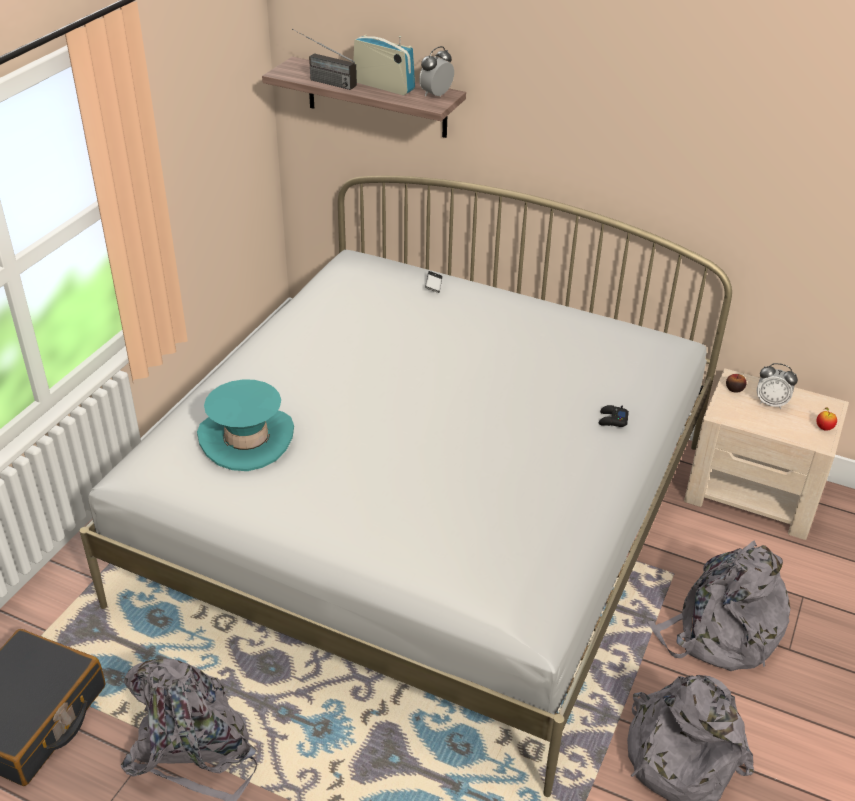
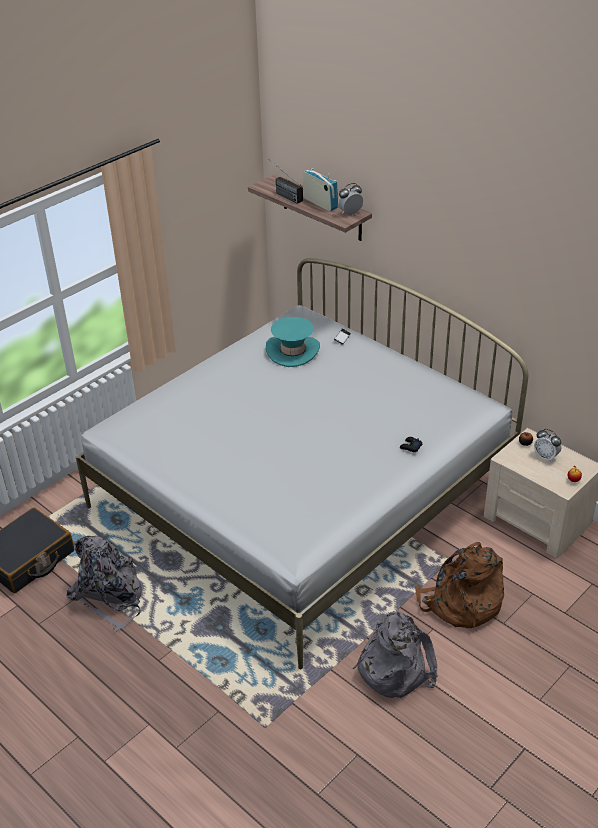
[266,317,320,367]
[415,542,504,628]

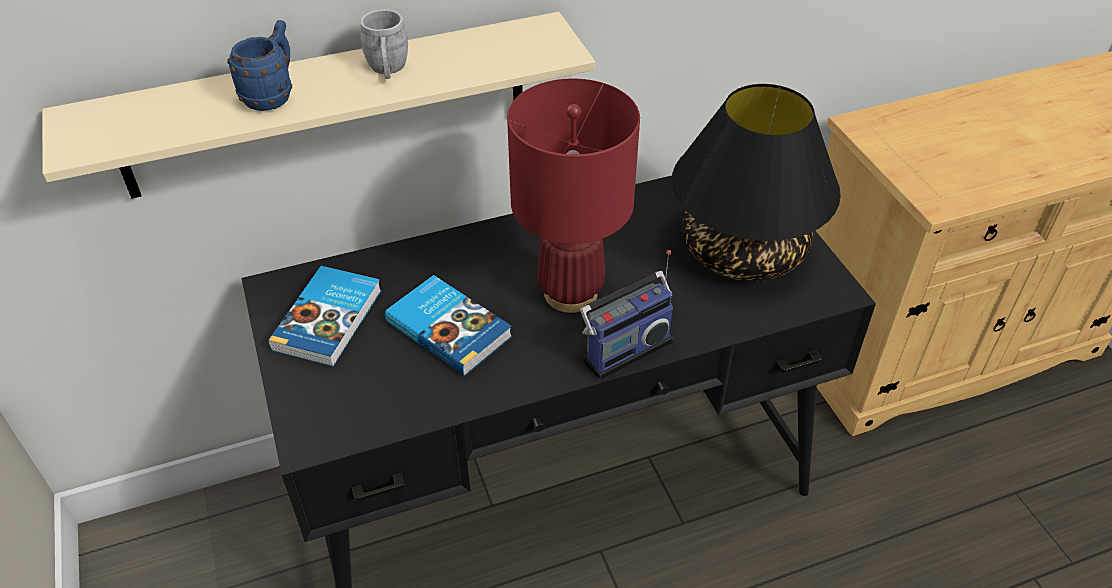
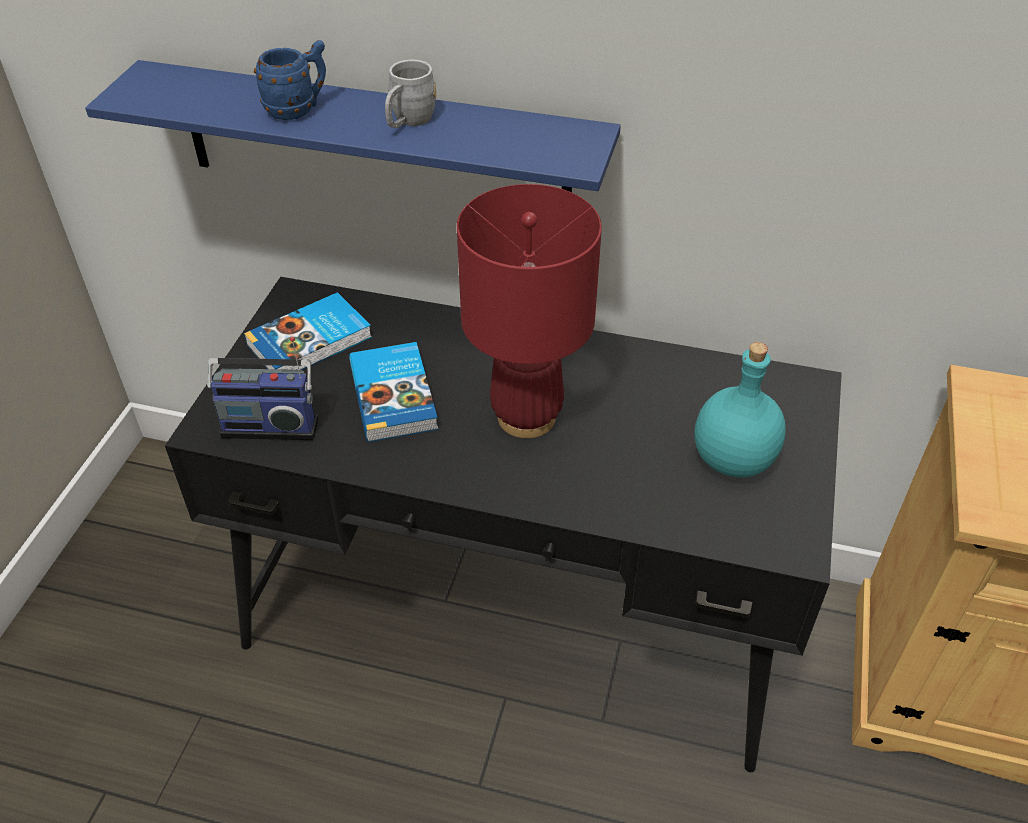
[85,60,621,192]
[207,337,318,440]
[694,342,786,478]

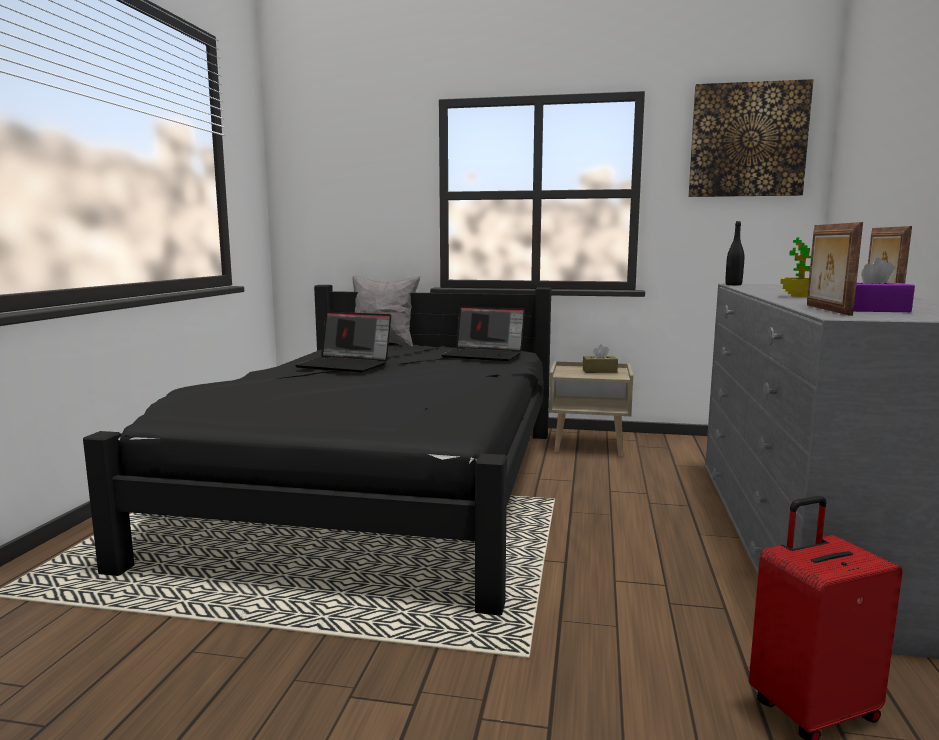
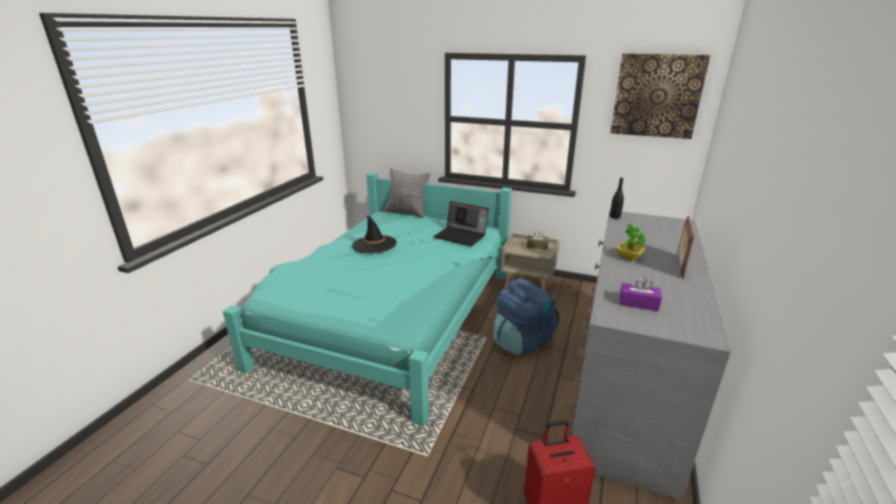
[223,172,512,426]
[352,216,397,253]
[807,222,863,316] (first image)
[493,279,559,356]

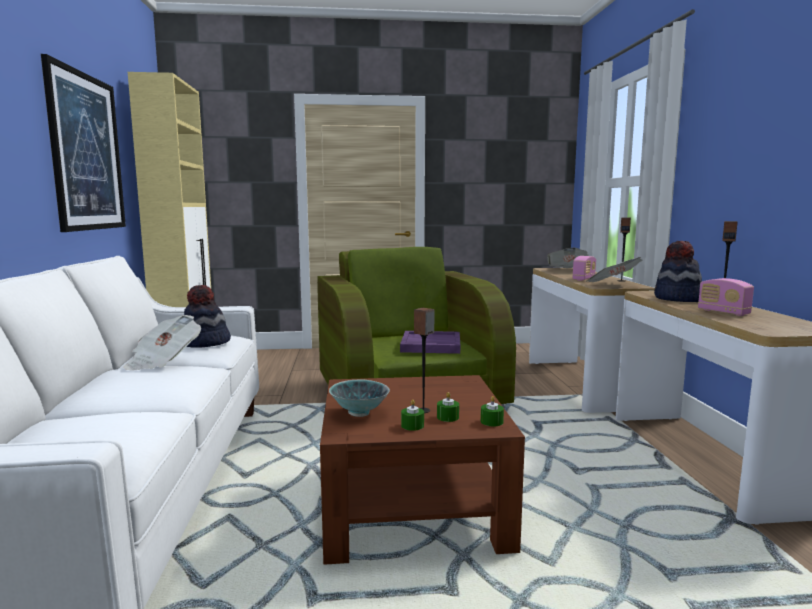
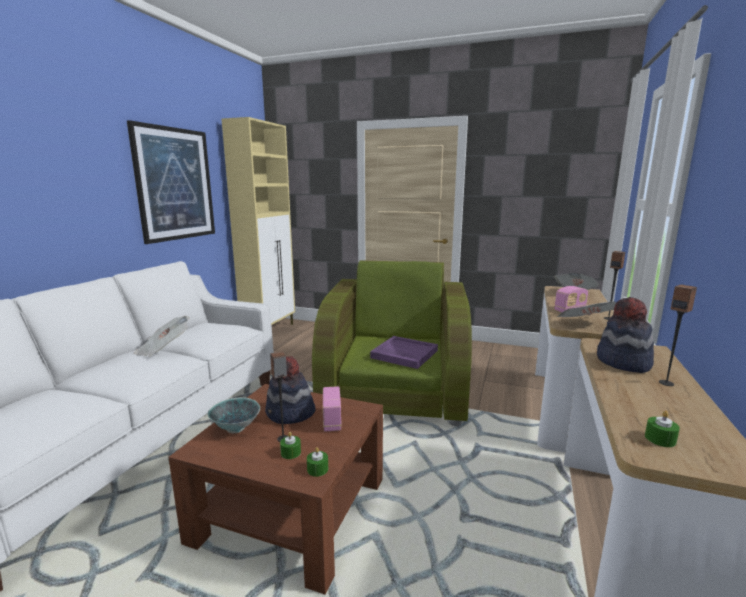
[265,356,316,424]
[645,411,680,447]
[322,386,342,431]

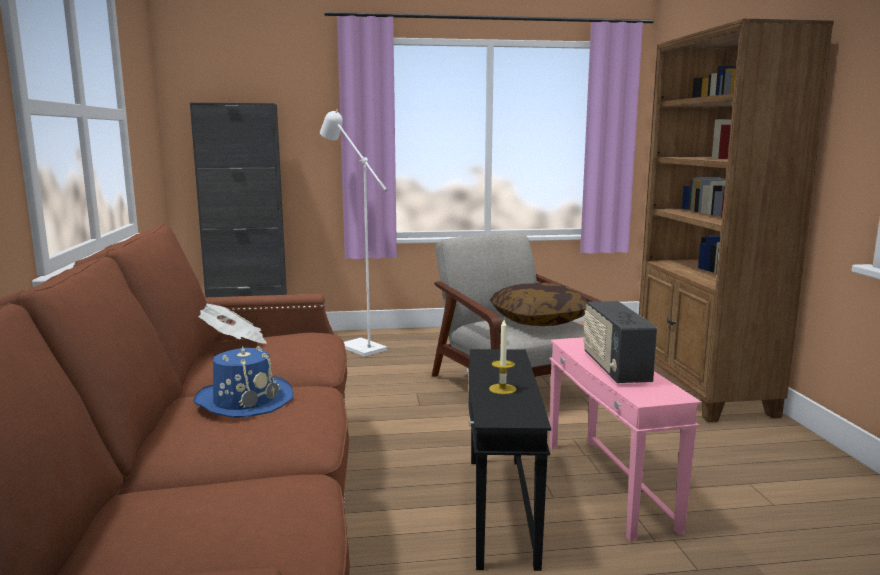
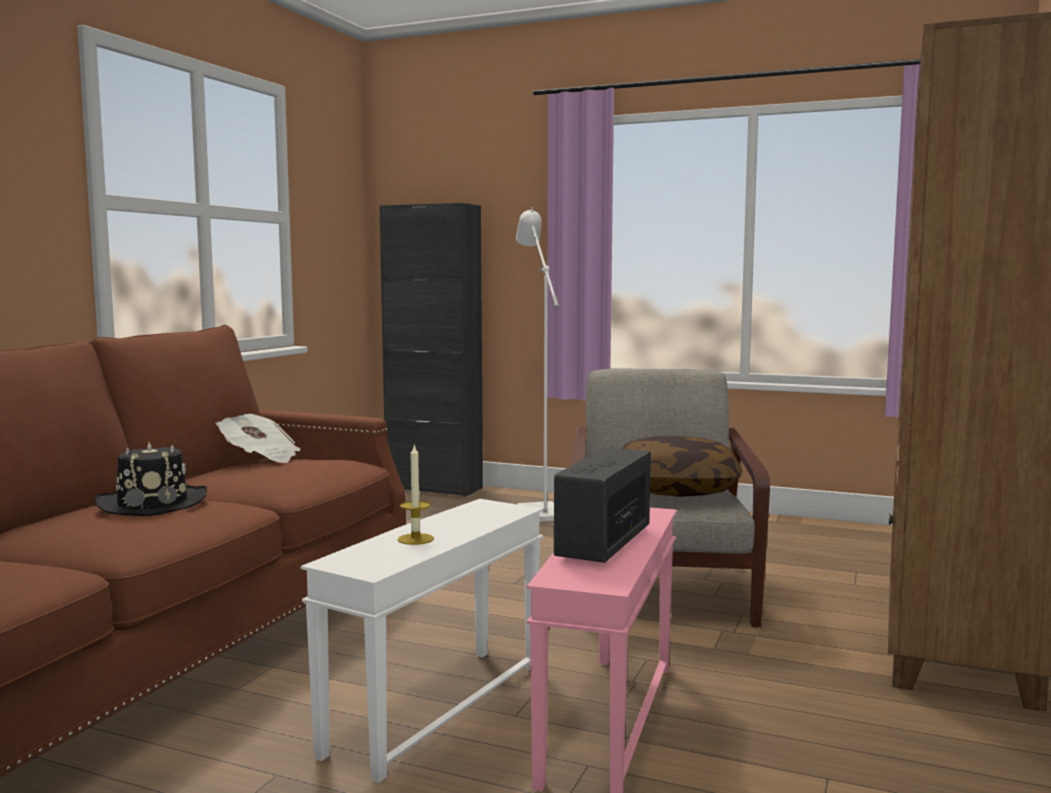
[95,442,207,516]
[301,499,543,783]

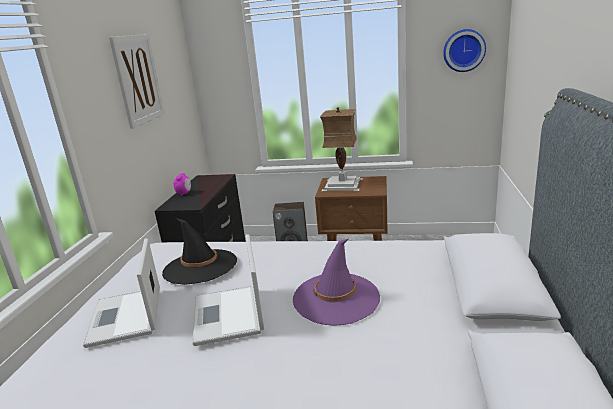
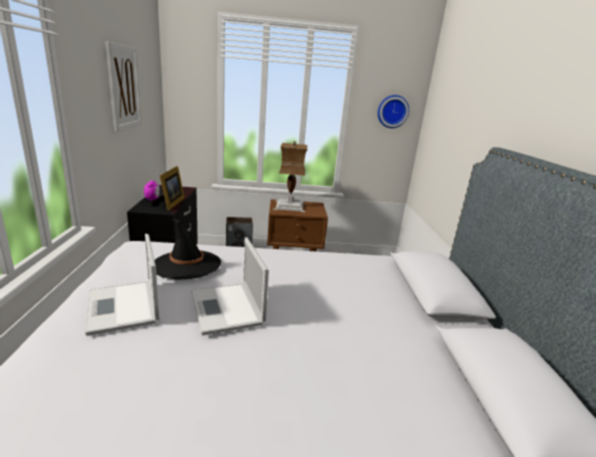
[293,238,380,326] (first image)
[152,166,185,211]

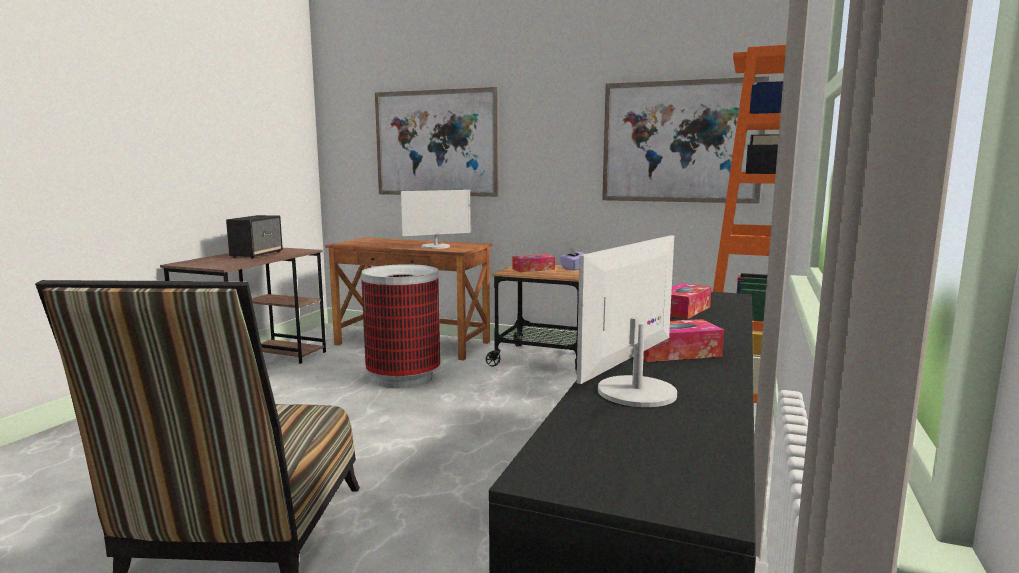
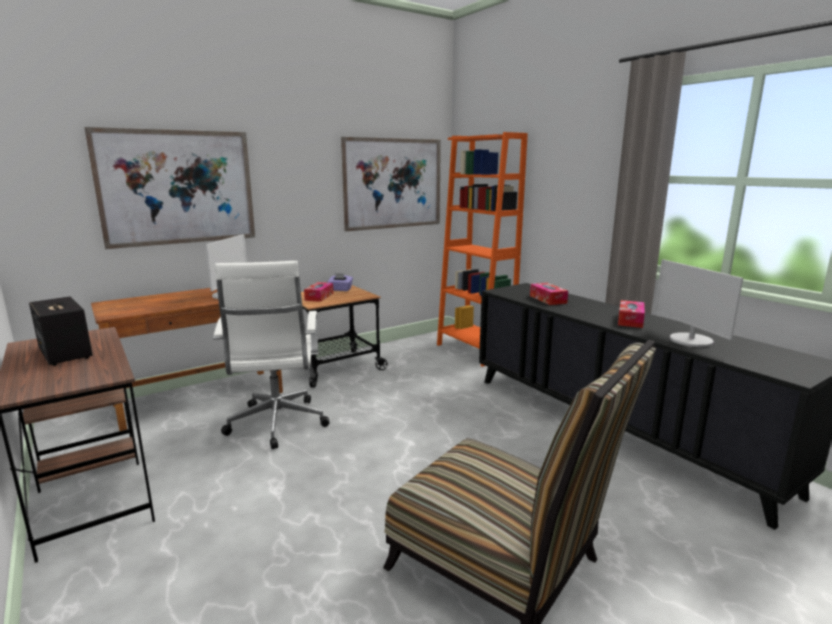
[213,261,329,449]

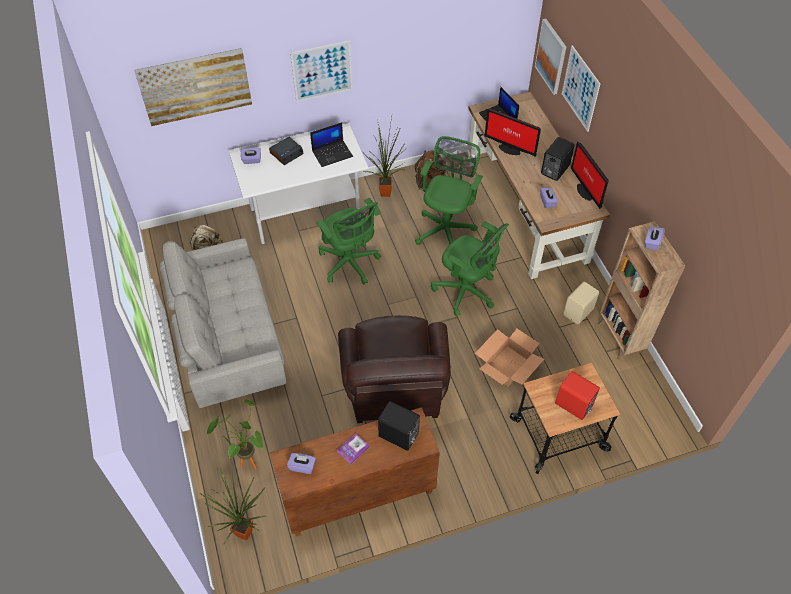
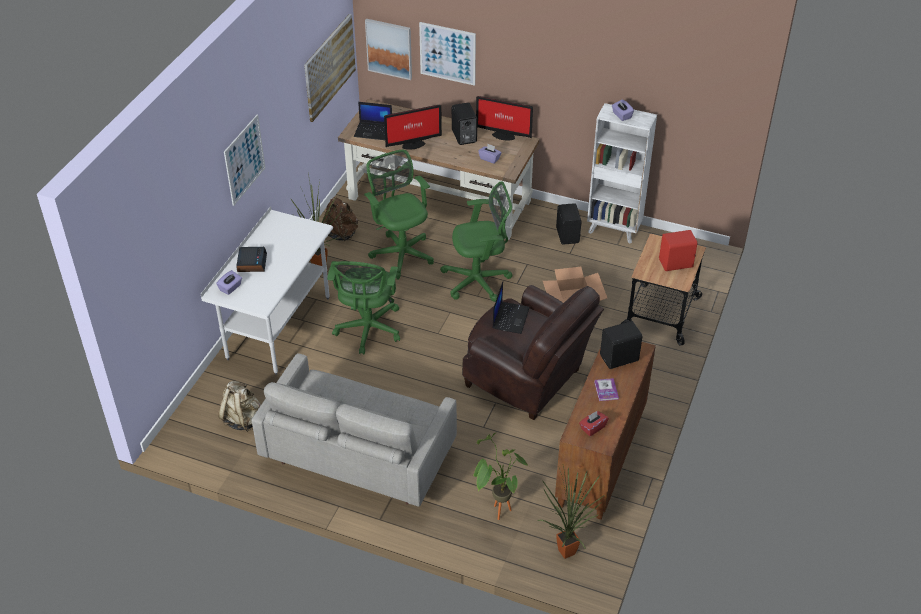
[304,14,356,122]
[579,411,609,436]
[492,282,530,334]
[327,261,400,355]
[556,203,582,245]
[587,103,657,244]

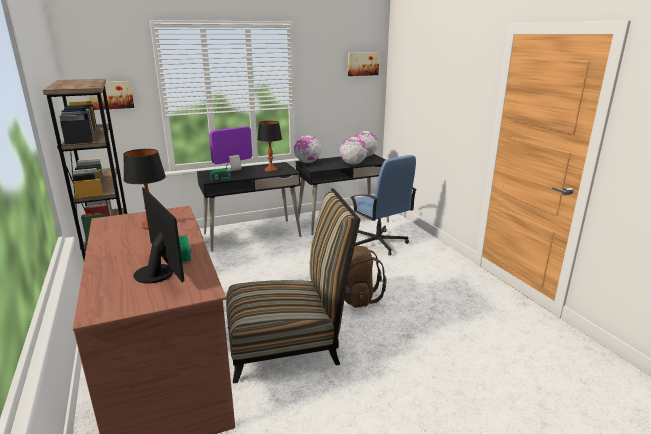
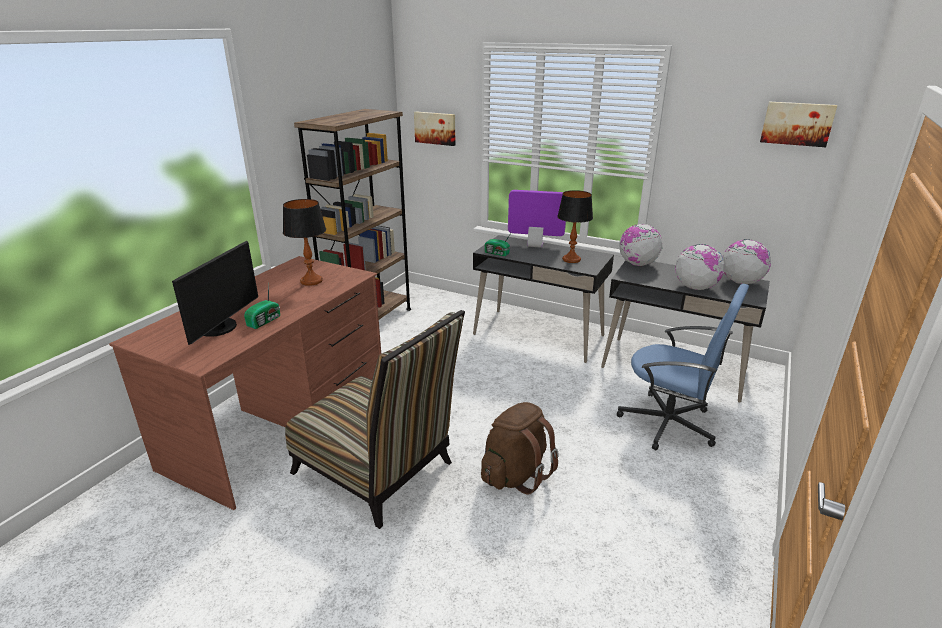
[617,284,749,450]

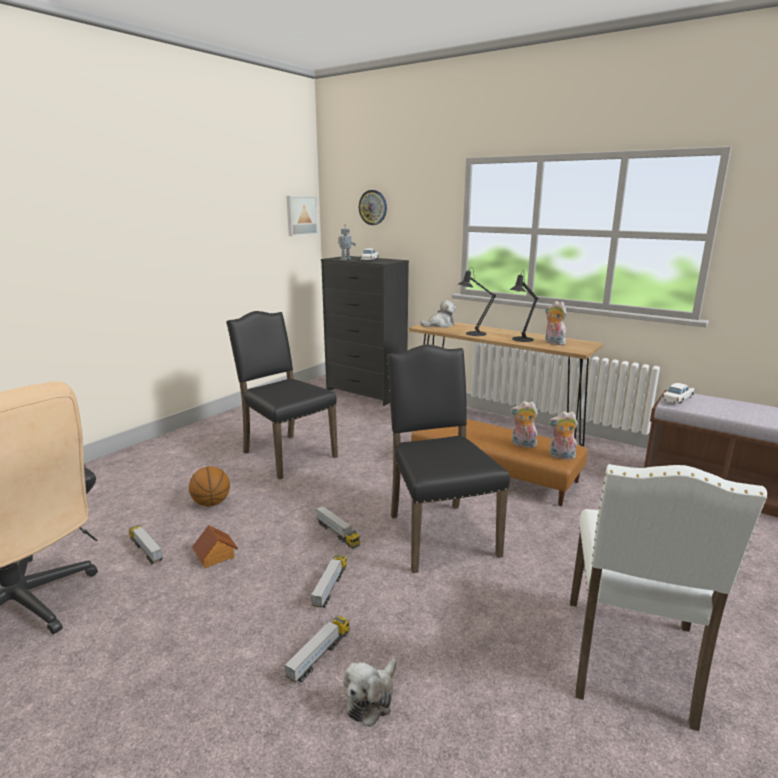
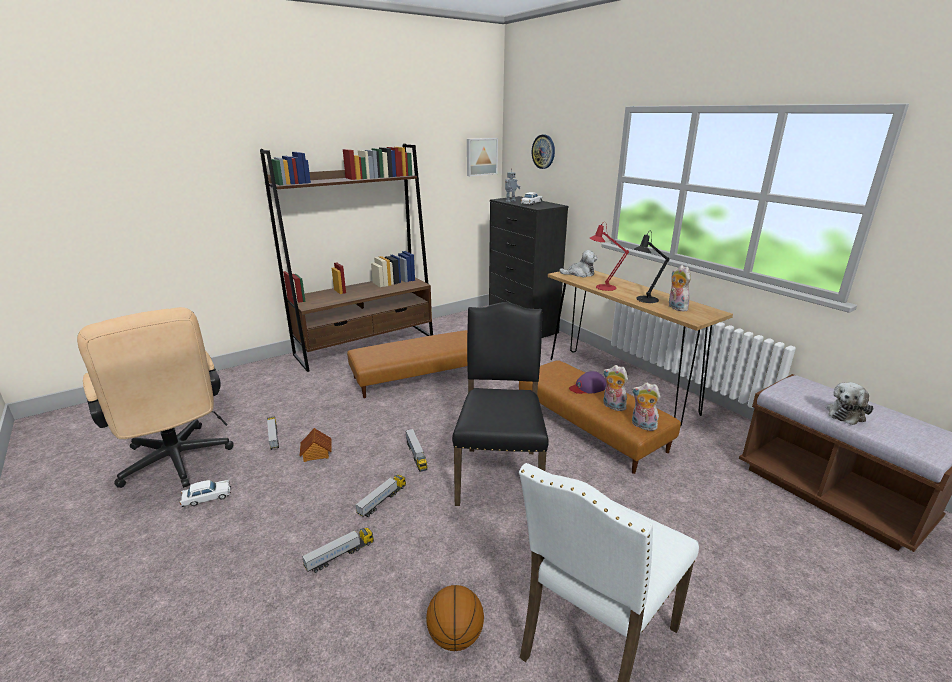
[426,585,484,651]
[347,330,467,398]
[826,382,874,425]
[590,223,629,291]
[179,480,231,507]
[260,144,433,372]
[569,371,606,394]

